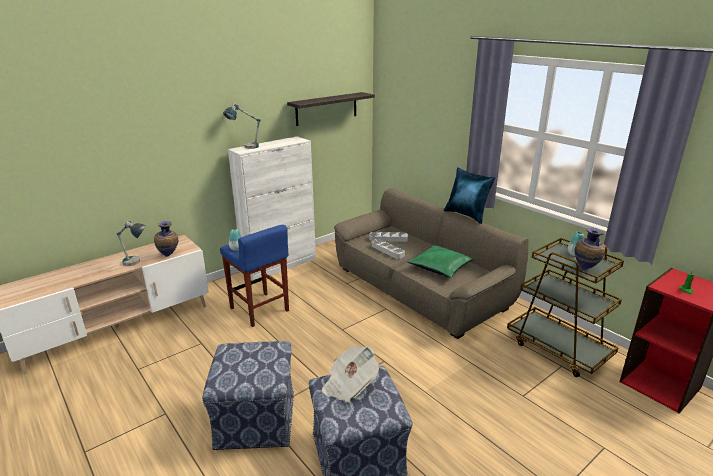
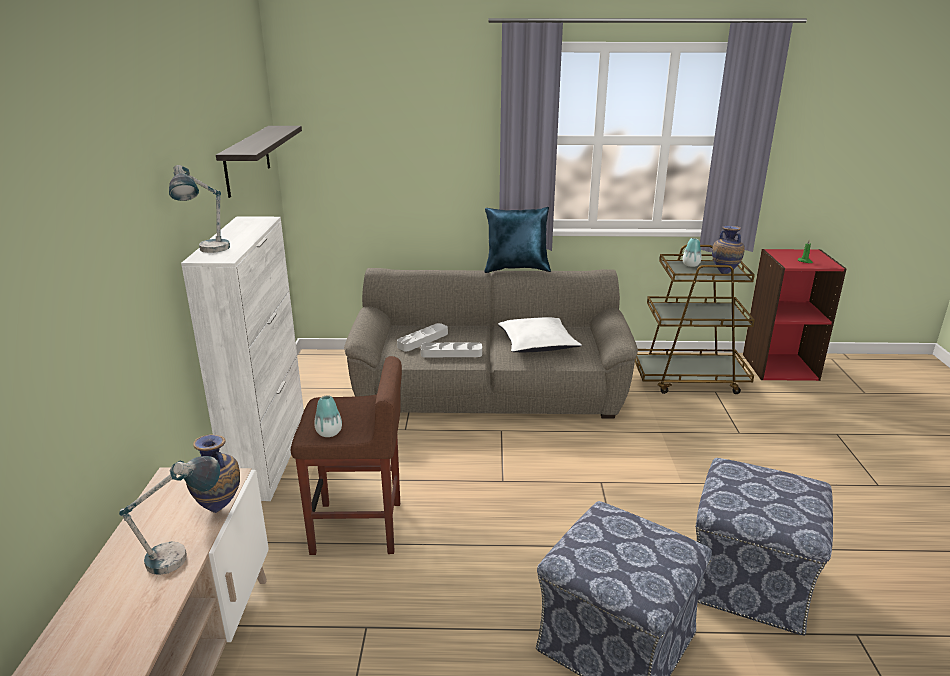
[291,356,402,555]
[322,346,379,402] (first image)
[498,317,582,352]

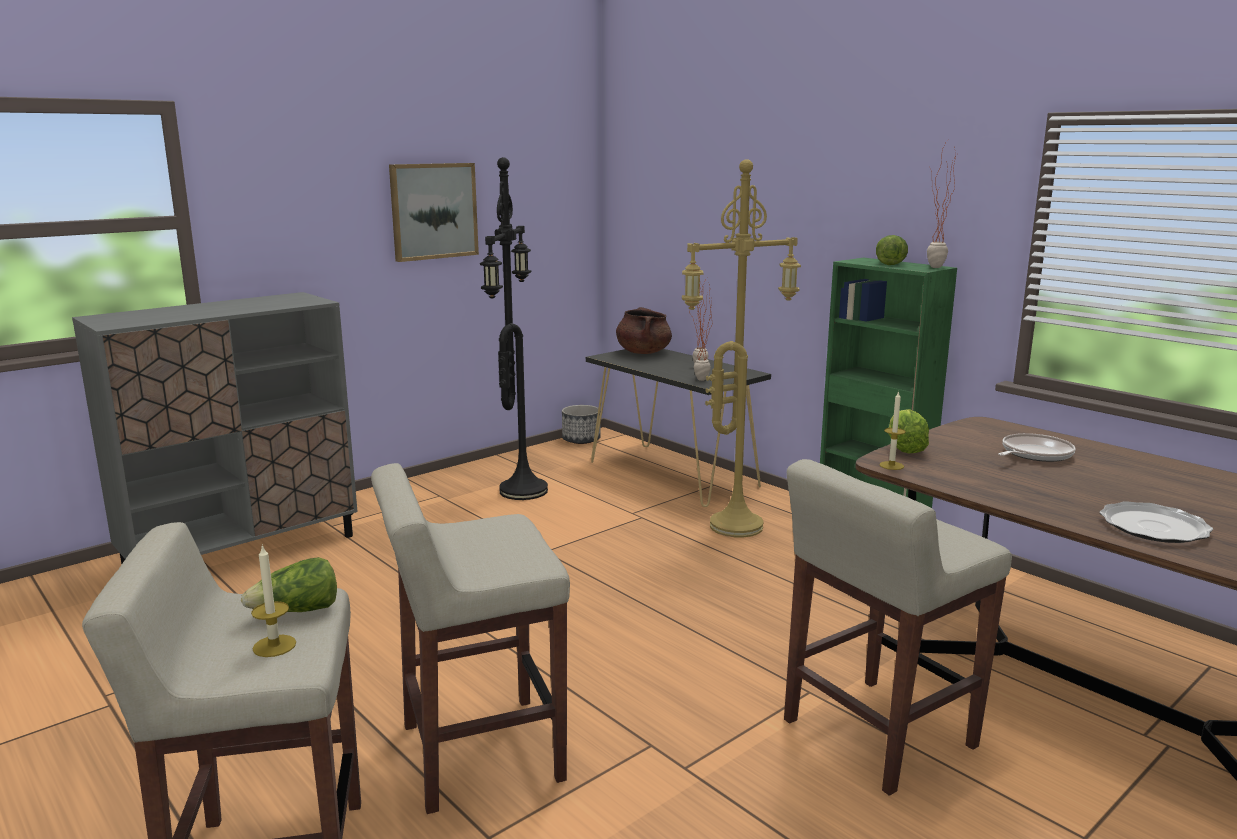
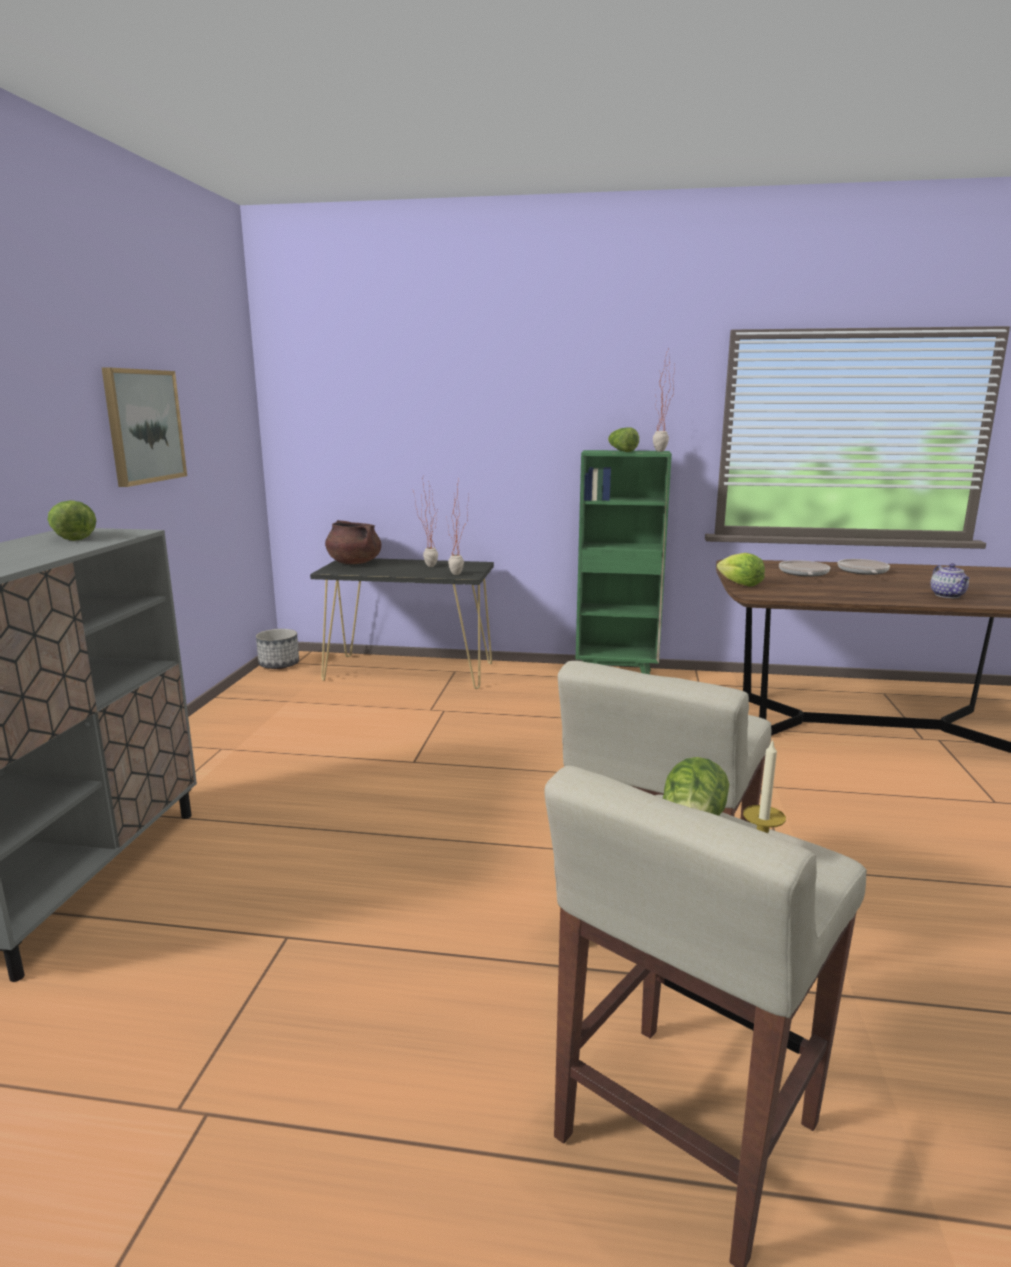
[480,157,548,500] (first image)
[682,159,801,537] (first image)
[784,459,1012,796] (first image)
[879,391,906,470] (first image)
[930,563,970,598]
[47,500,96,541]
[838,559,890,575]

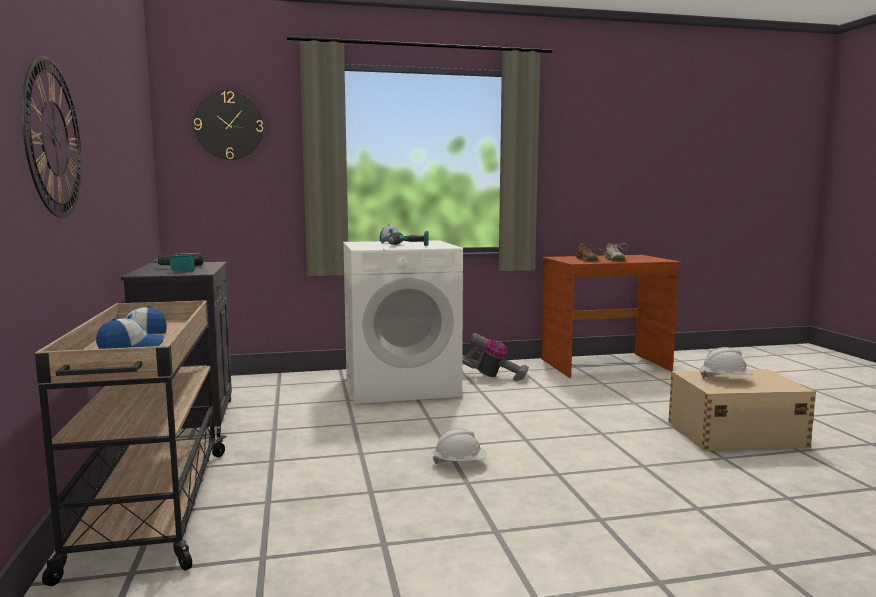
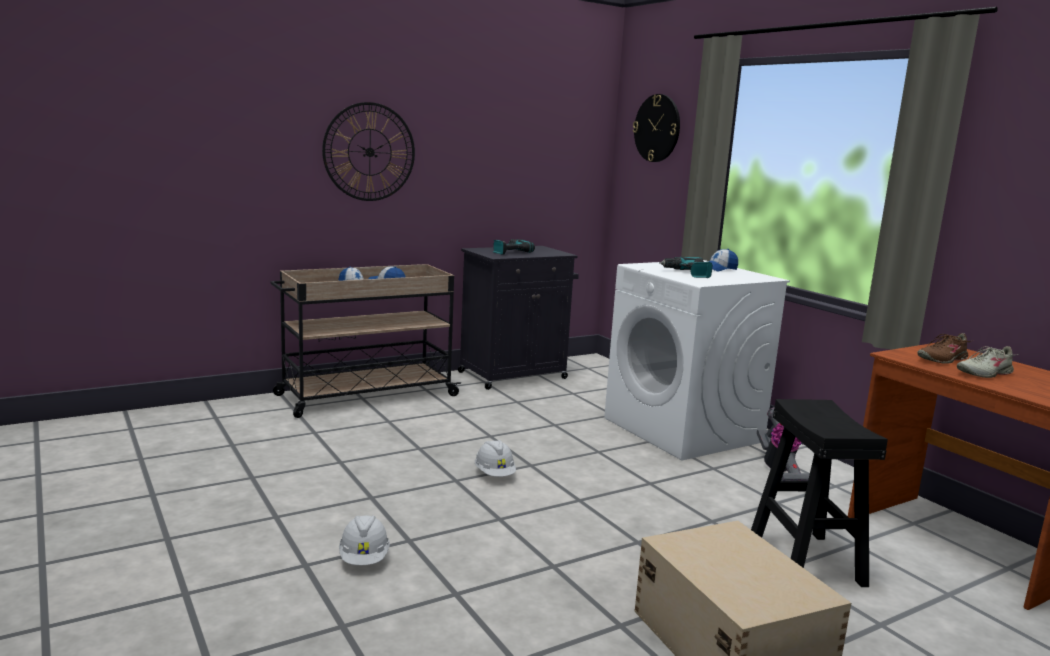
[339,515,390,565]
[751,399,888,587]

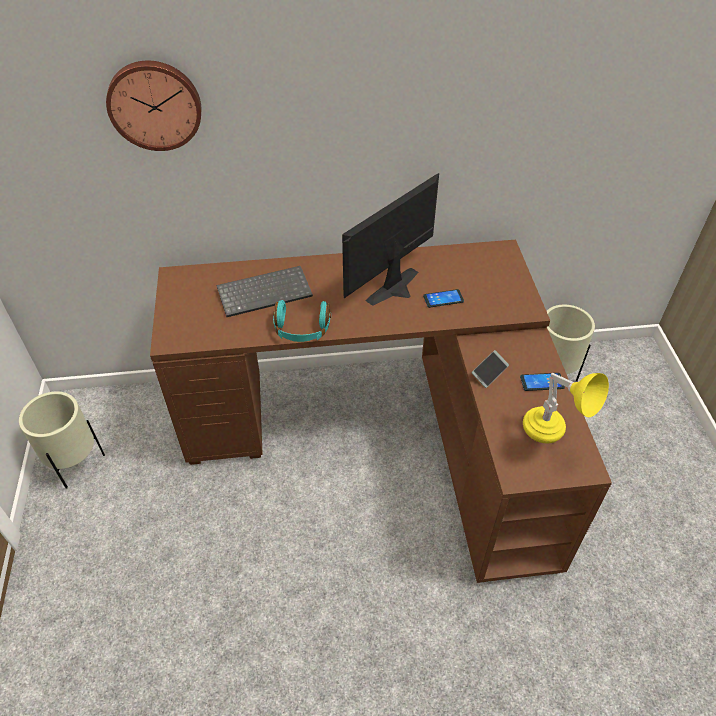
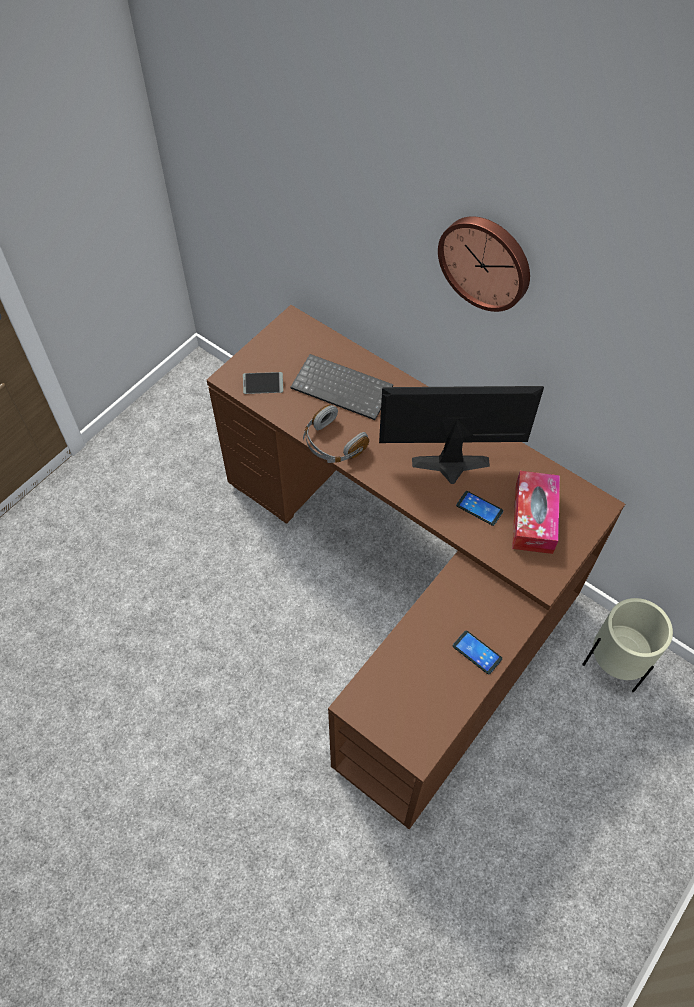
[19,391,105,489] (first image)
[438,216,530,312]
[303,405,369,463]
[243,372,283,394]
[523,373,609,443] (first image)
[512,471,560,554]

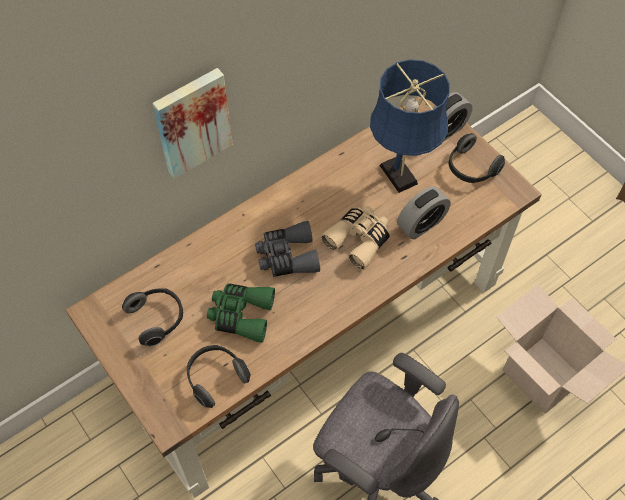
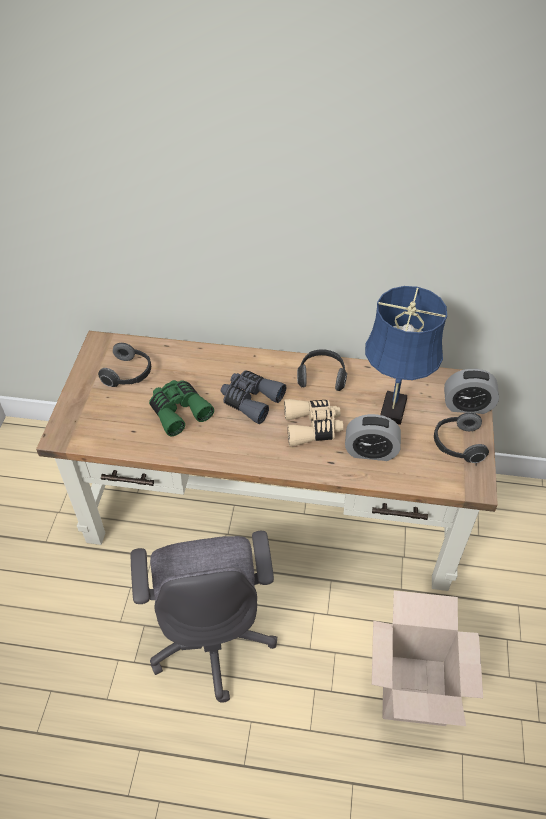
[152,68,233,179] (first image)
[297,349,347,391]

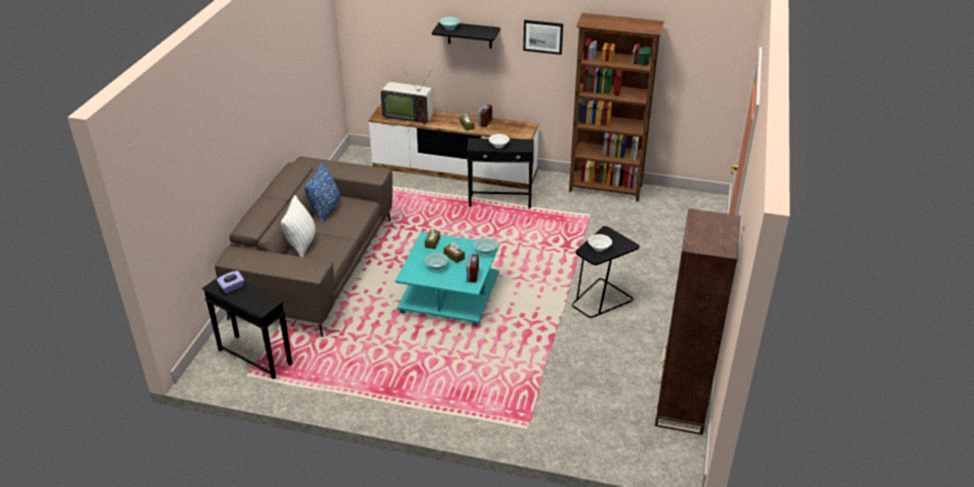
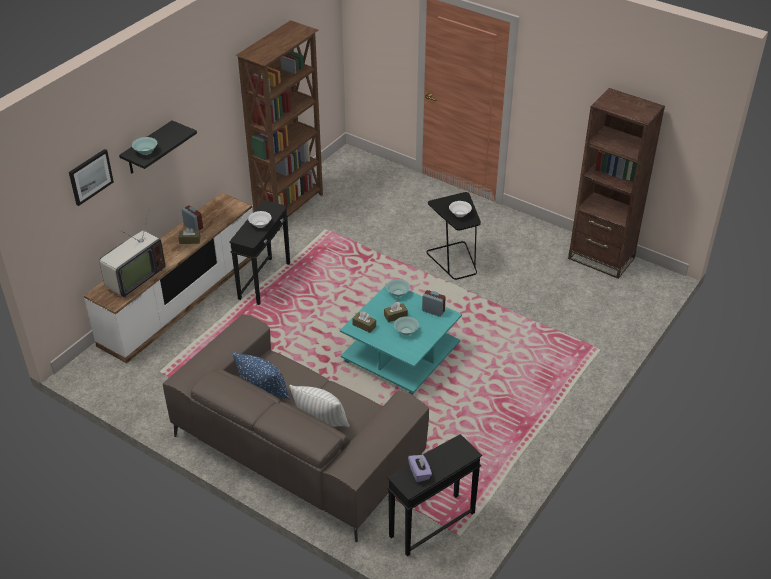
[69,149,114,206]

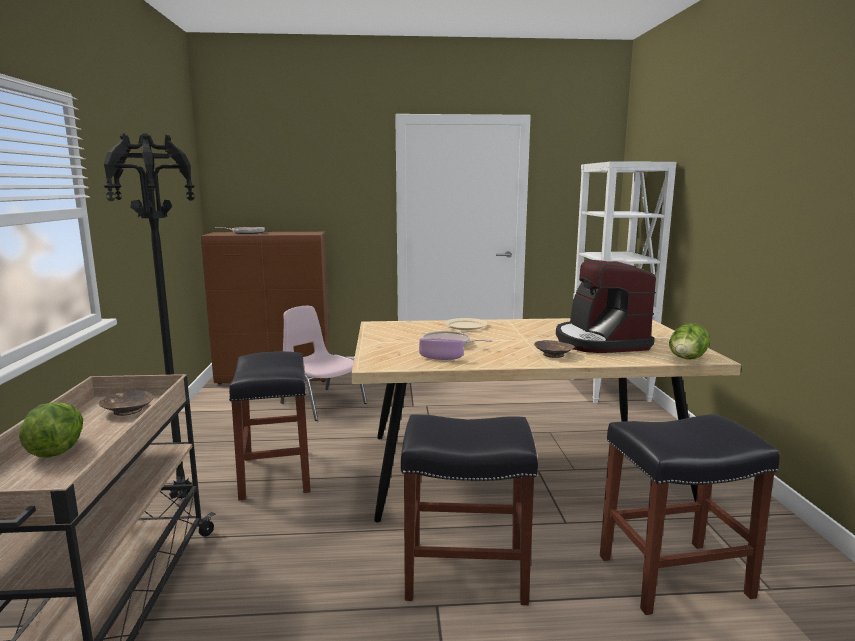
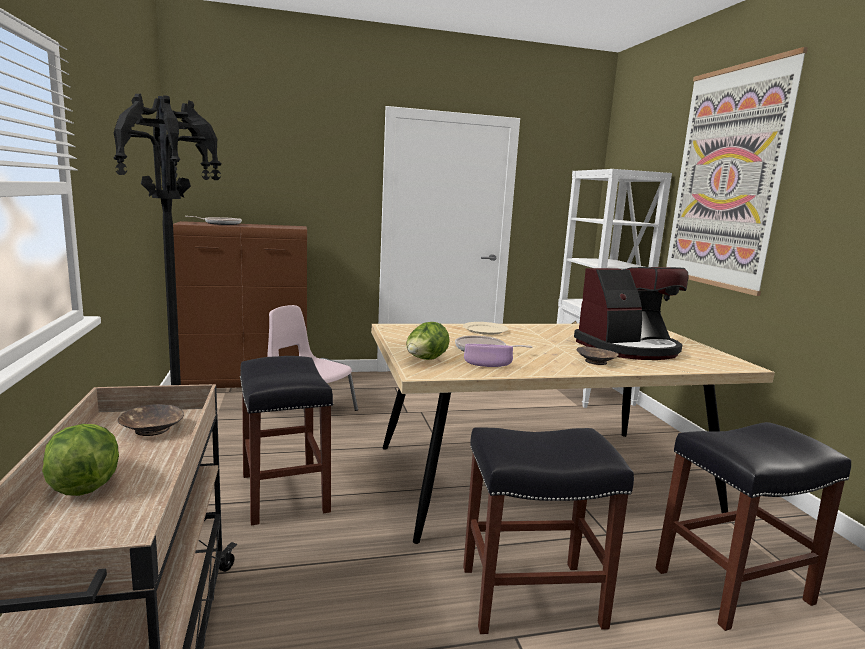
[574,267,689,360]
[406,322,450,360]
[666,47,808,296]

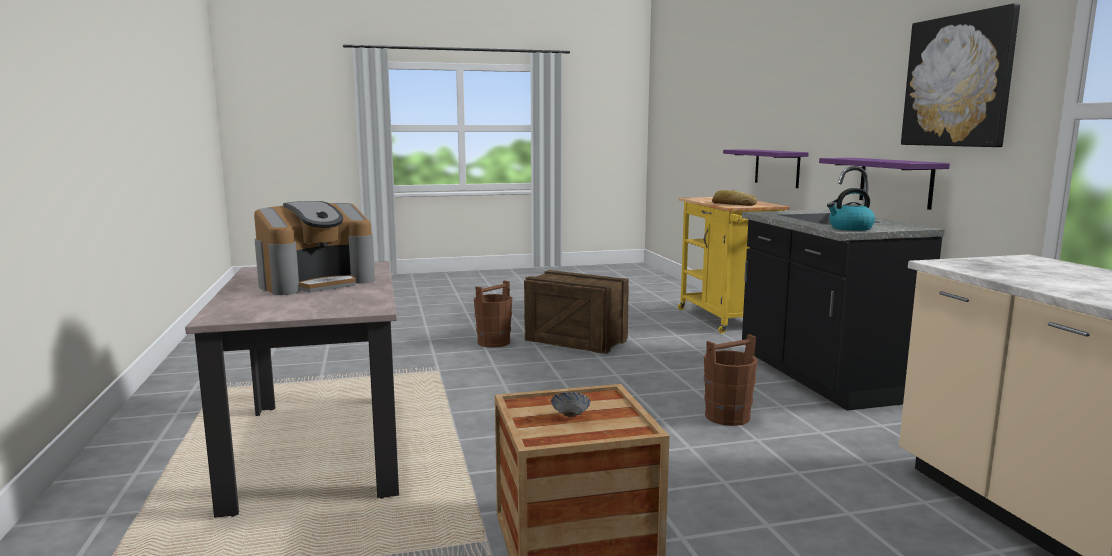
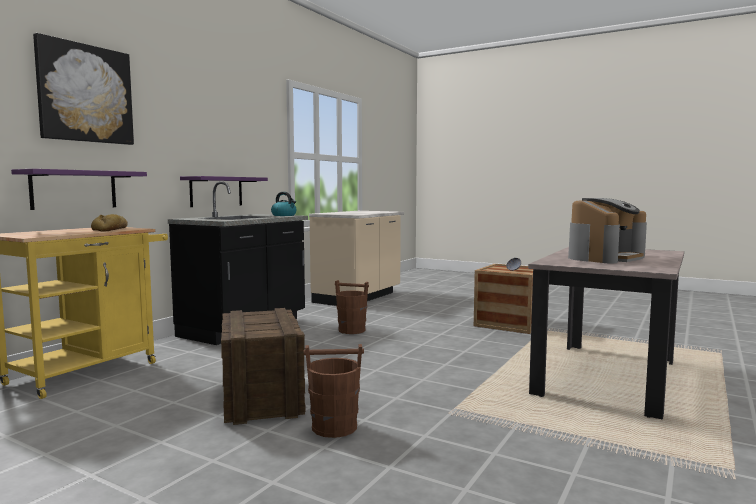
[568,198,647,263]
[33,33,134,145]

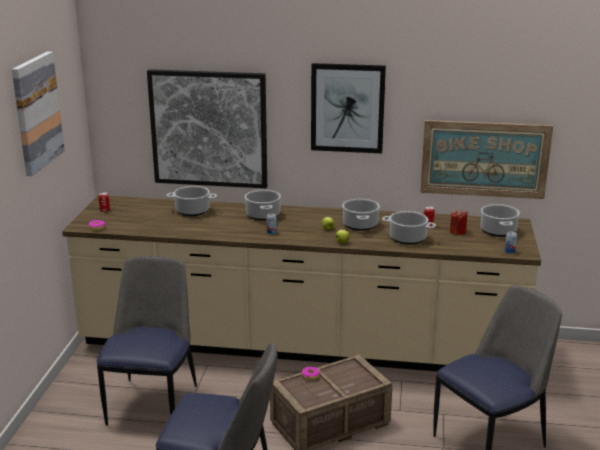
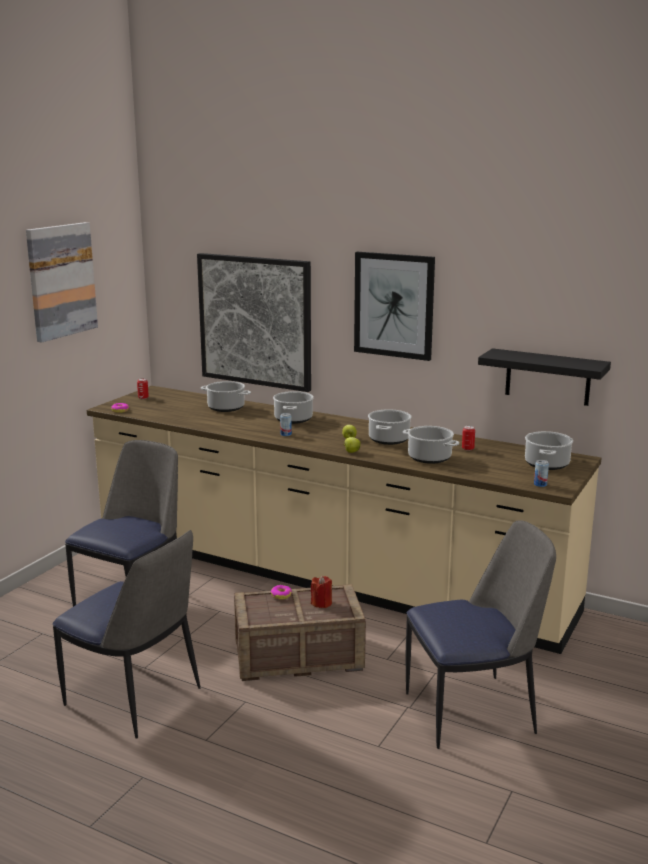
[478,348,611,406]
[311,576,332,608]

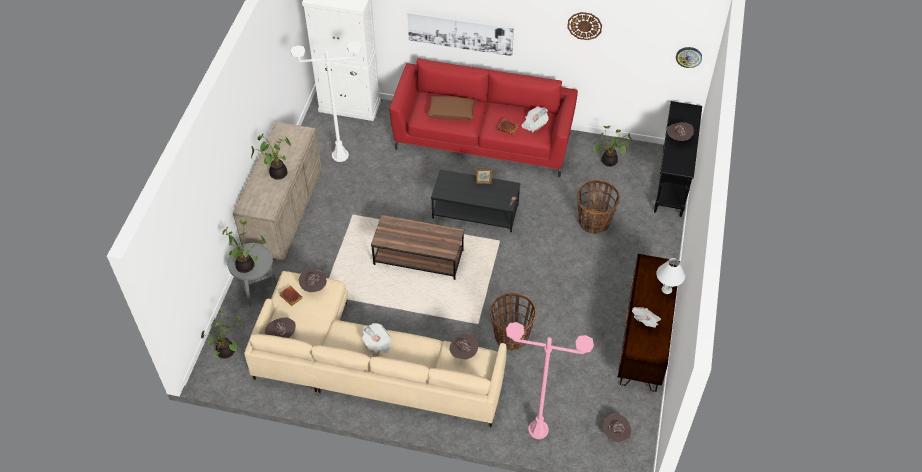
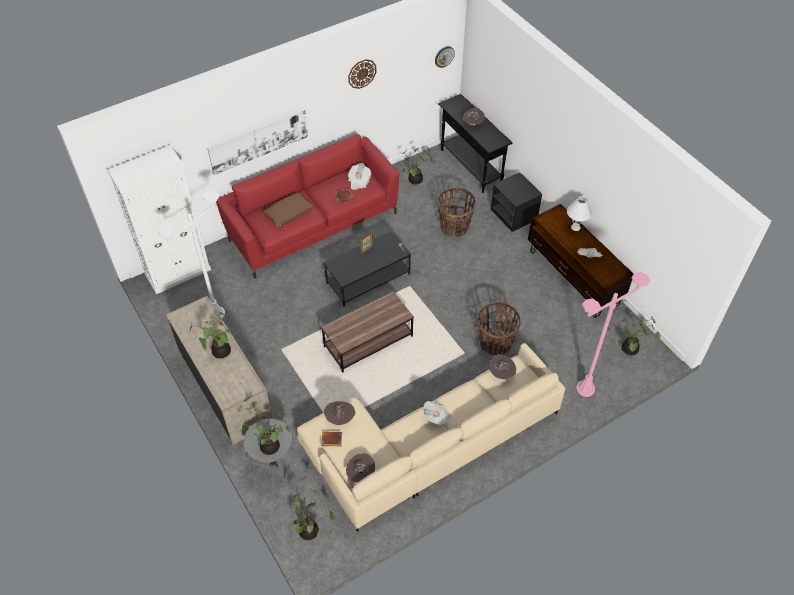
[617,317,660,355]
[491,172,542,232]

